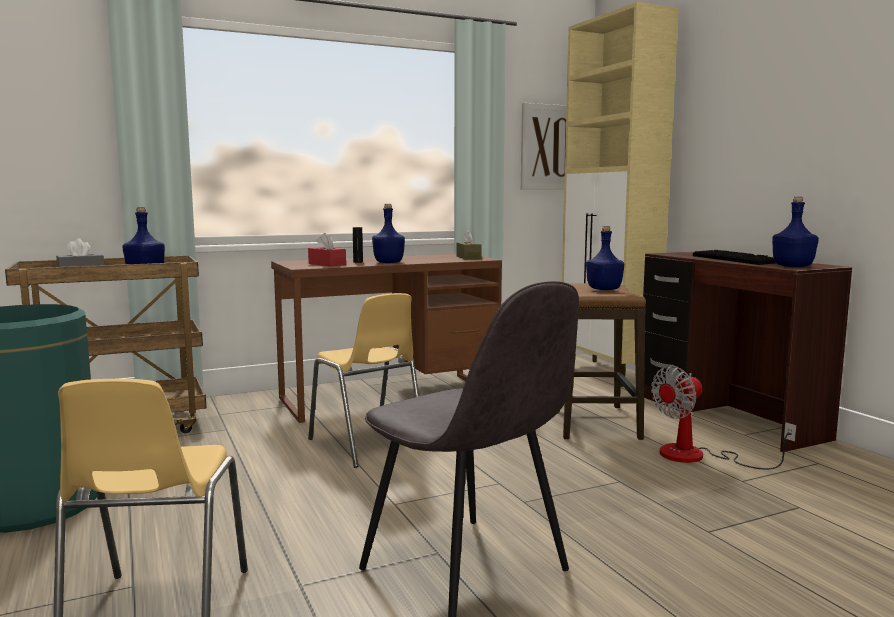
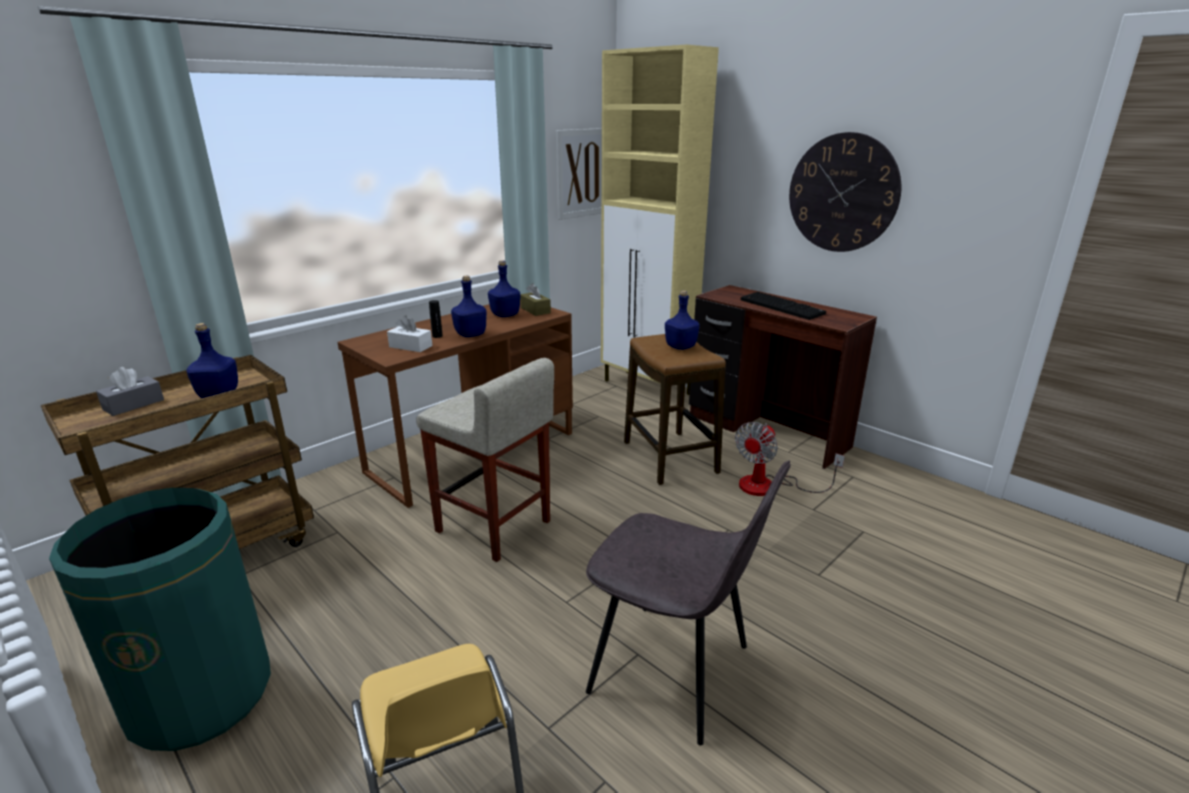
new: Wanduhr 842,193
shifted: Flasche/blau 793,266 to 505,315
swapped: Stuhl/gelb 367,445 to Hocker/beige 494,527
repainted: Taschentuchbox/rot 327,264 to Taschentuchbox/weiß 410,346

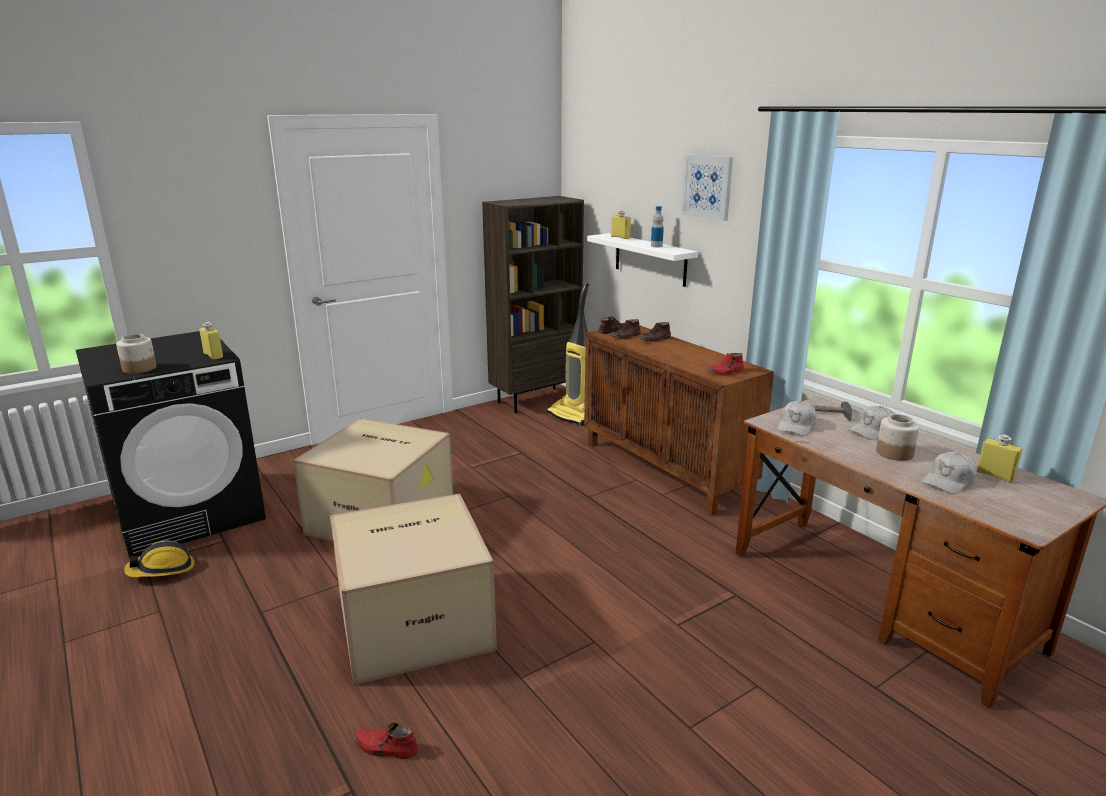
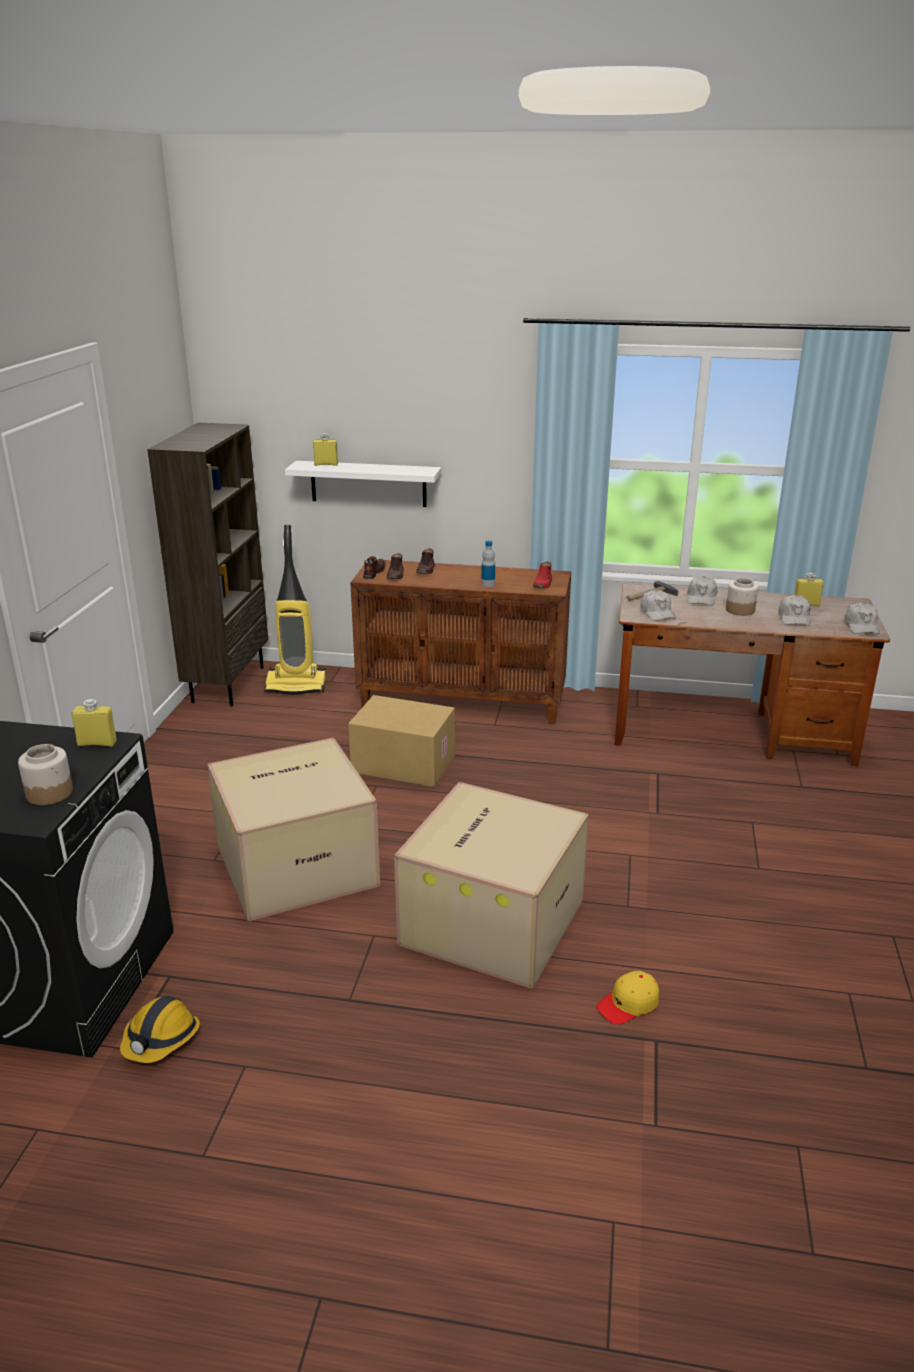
gone: Bild 707,186
new: Karton 402,764; Kappe/weiß 862,626
shifted: Flasche 656,246 to 488,584
swapped: Schuh/rot 385,748 to Kappe/gelb 628,1004

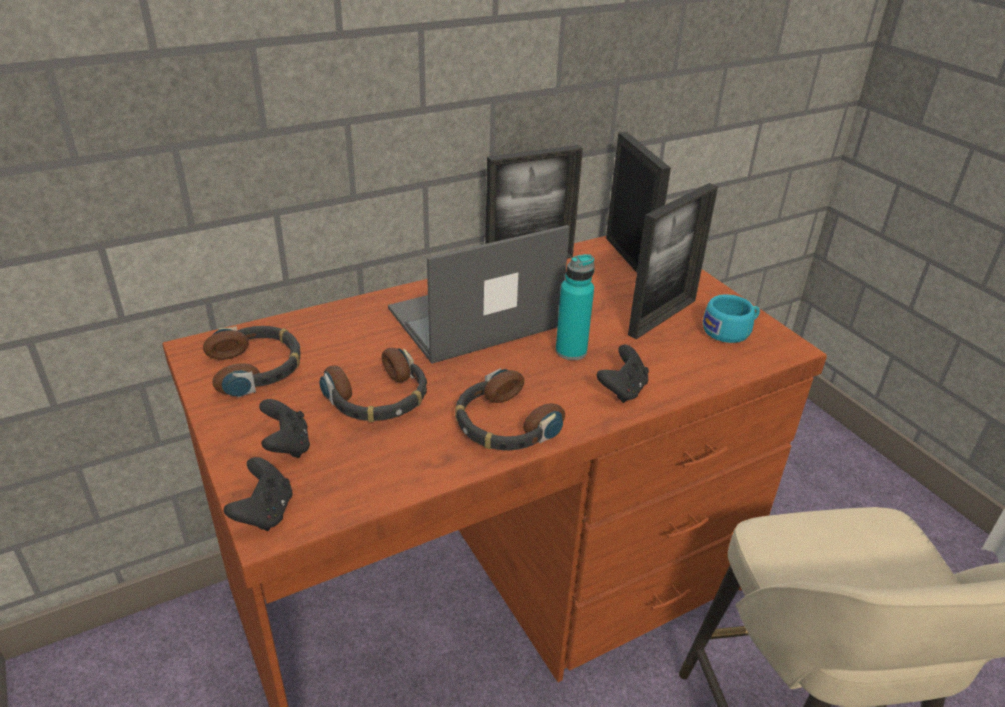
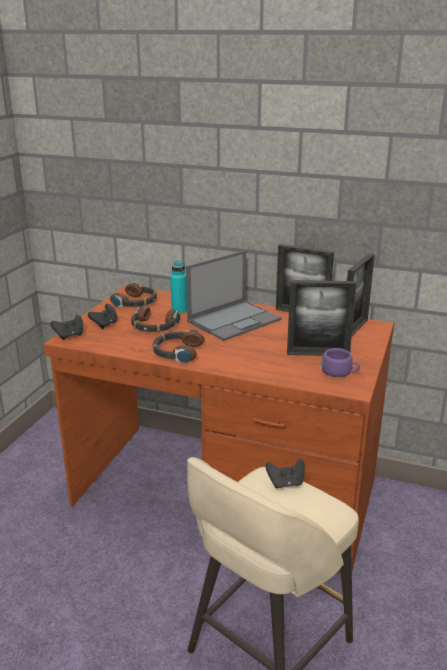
shifted: Flasche/türkis 571,351 to 179,311; Gamepad/schwarz 622,390 to 286,483
repainted: Tasse/türkis 730,330 to Tasse/lila 340,372
rotated: Laptop 472,319 = 235,320 120 degrees clockwise

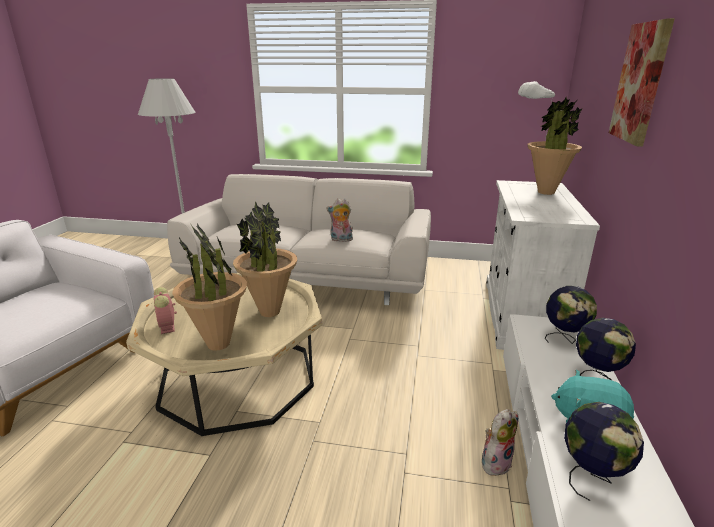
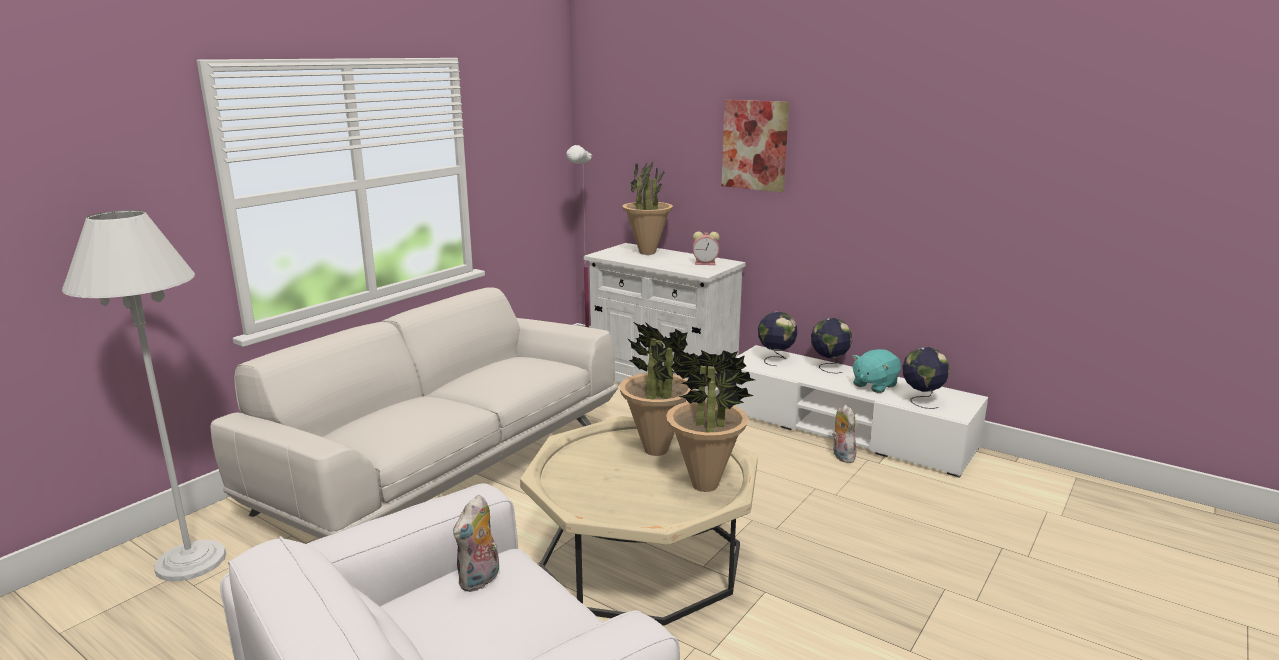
shifted: Wecker 167,327 to 706,263; Plüschtier 341,240 to 480,580

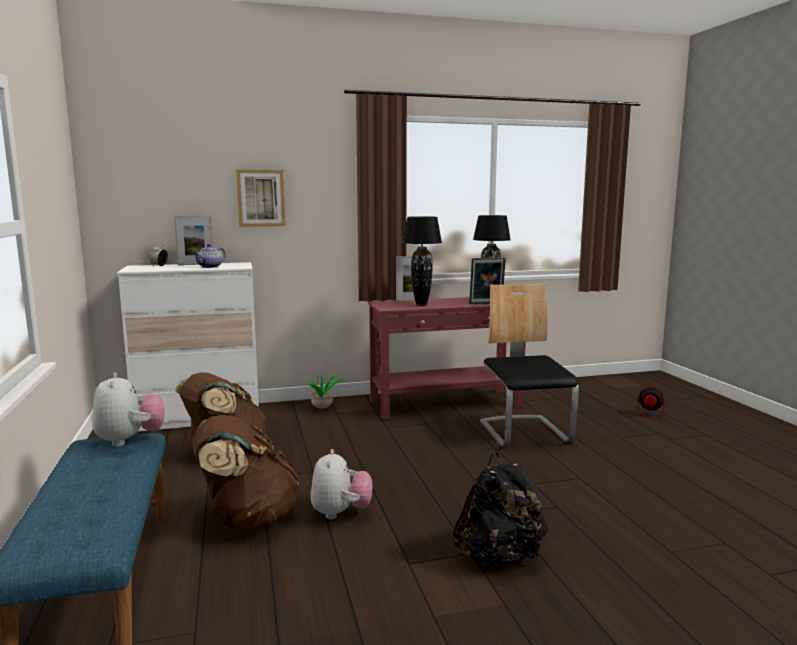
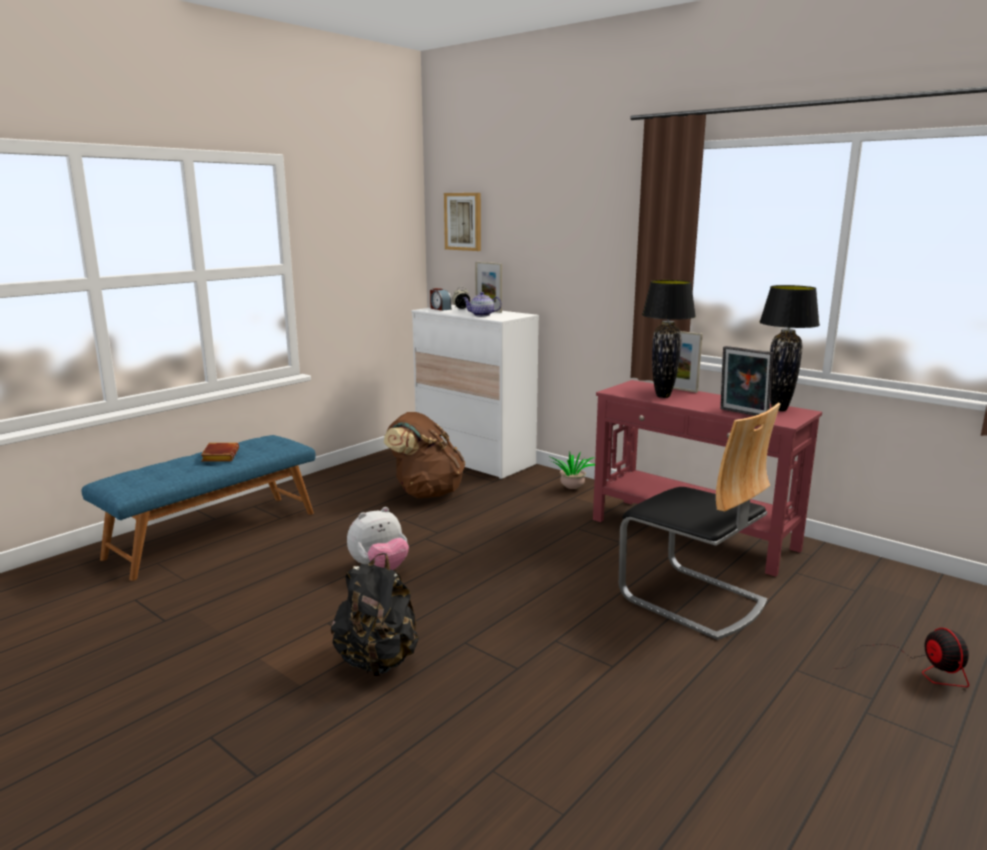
gone: Plüschtier 130,440; Rucksack/braun 247,519
new: Buch/braun 219,456; Wecker 440,309
shifted: Bild 261,198 to 463,221
rotated: Stuhl 525,432 = 692,599 90 degrees clockwise

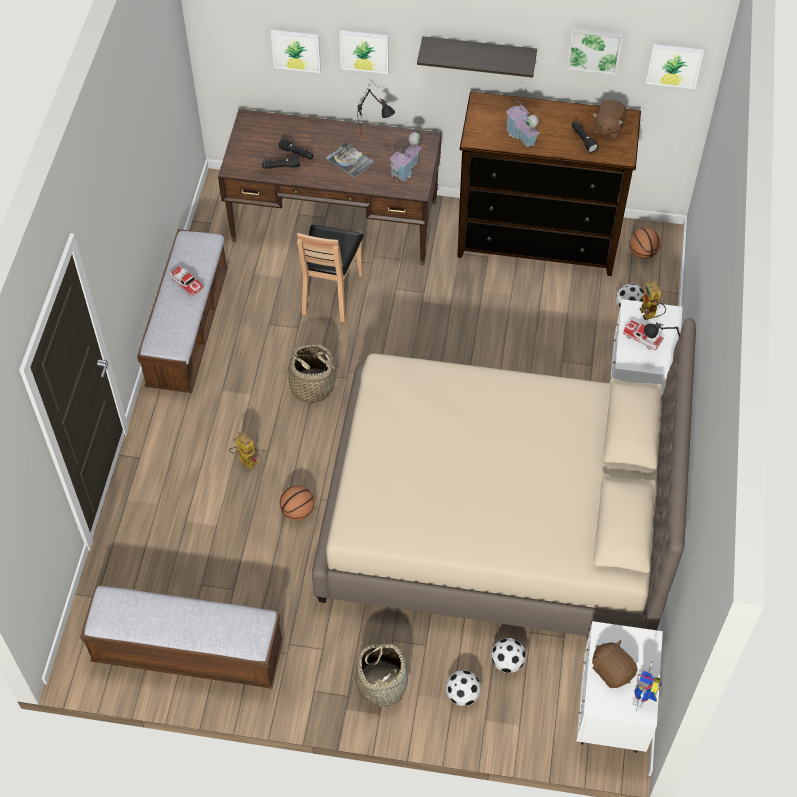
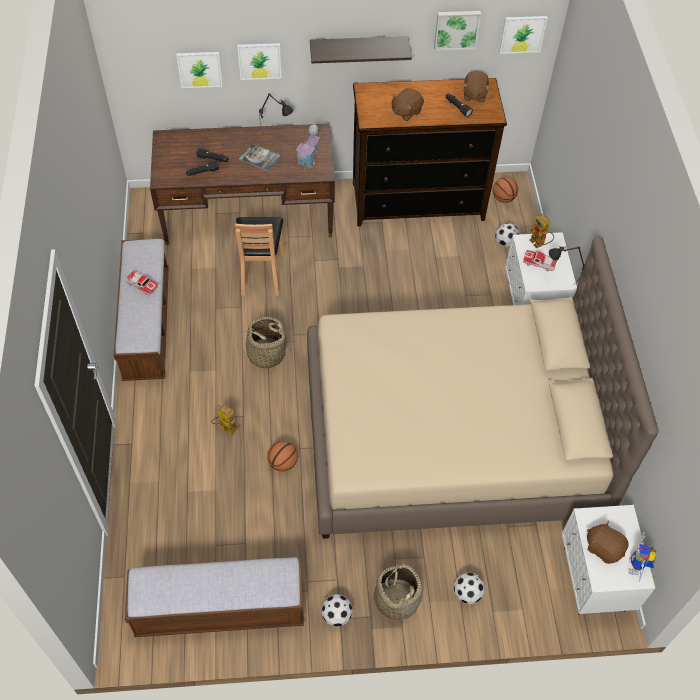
shifted: Fußball 507,662 to 336,615
swapped: Spielzeughaus 521,135 to Plüschtier/braun 406,112

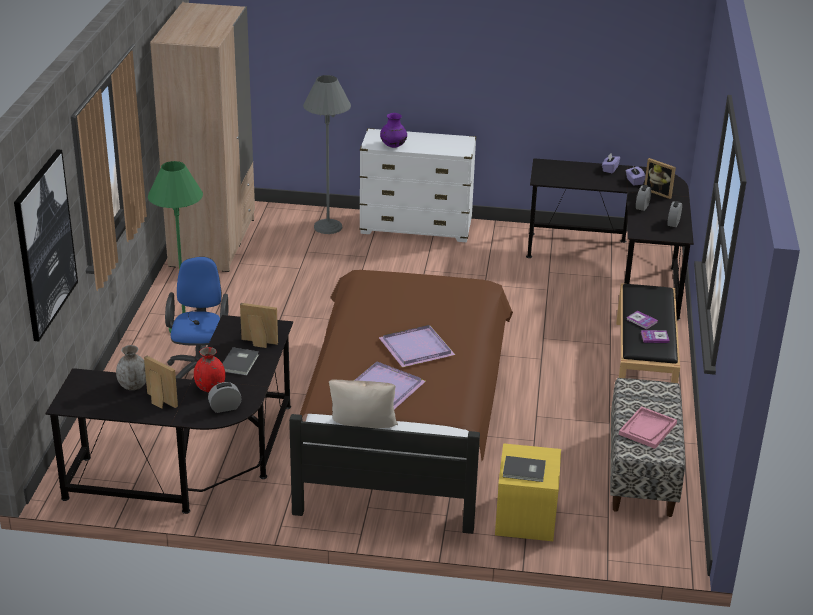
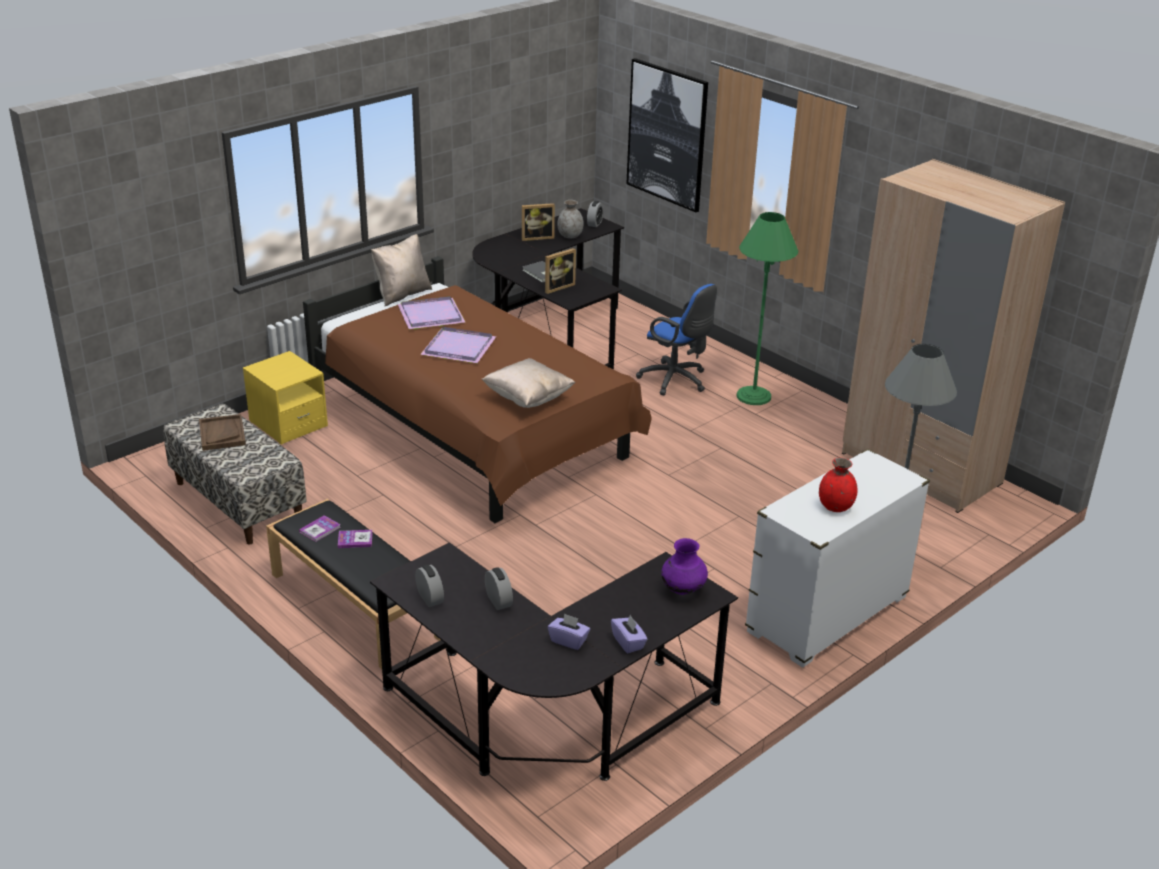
gone: Buch/grau 524,471; Bilderrahmen 659,192
new: Kissen/beige 528,399
shifted: Vase/rot 210,388 to 835,507; Wecker 225,408 to 595,223; Vase/lila 393,146 to 683,589
repainted: Tablett/rosa 647,429 to Tablett/braun 222,434

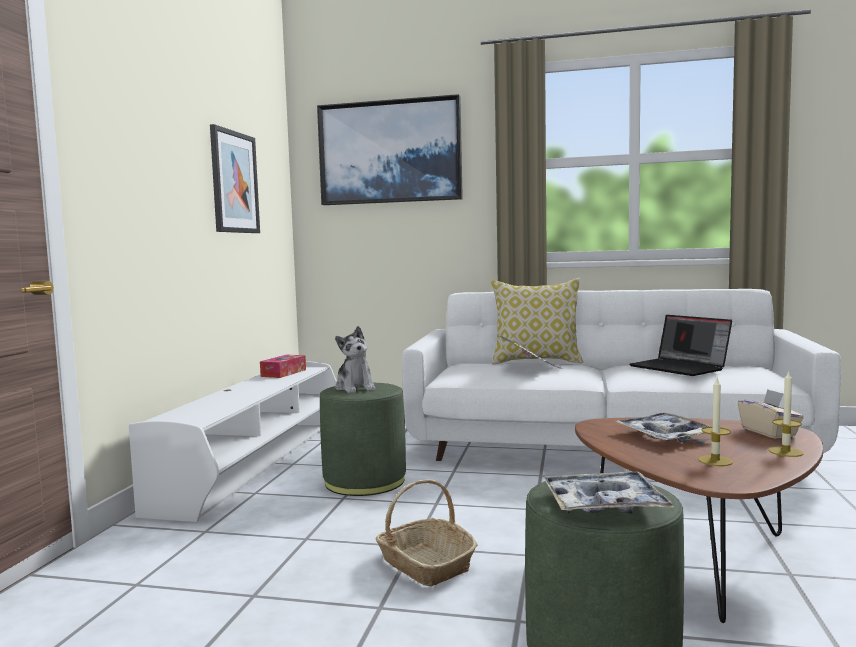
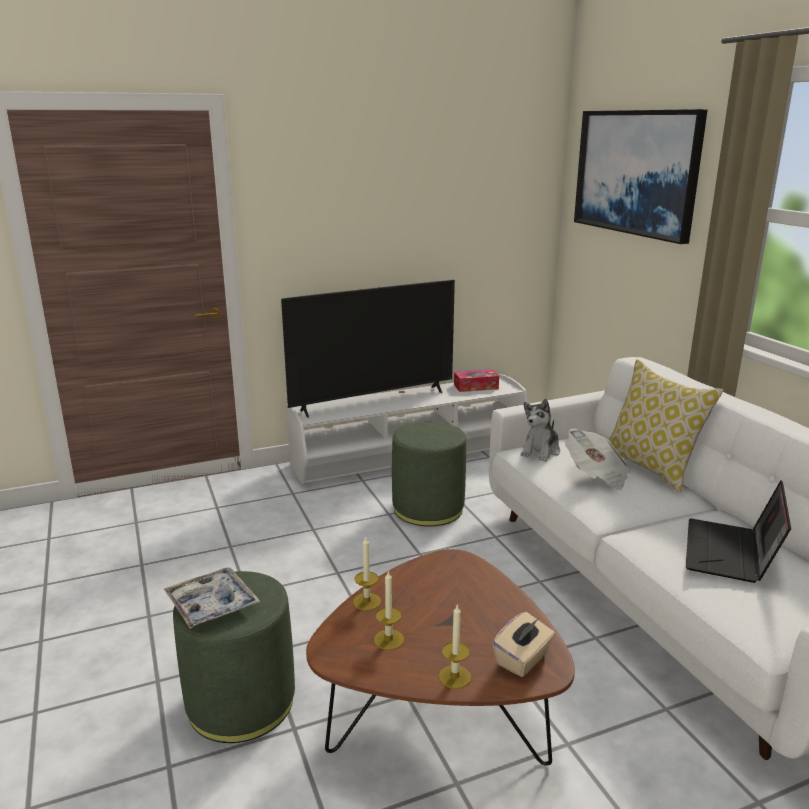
gone: Bild 234,182; Korb 425,564; Tablett 665,436
new: Fernseher 373,401; Kerze 367,601
shifted: Plüschtier 355,388 to 541,451

